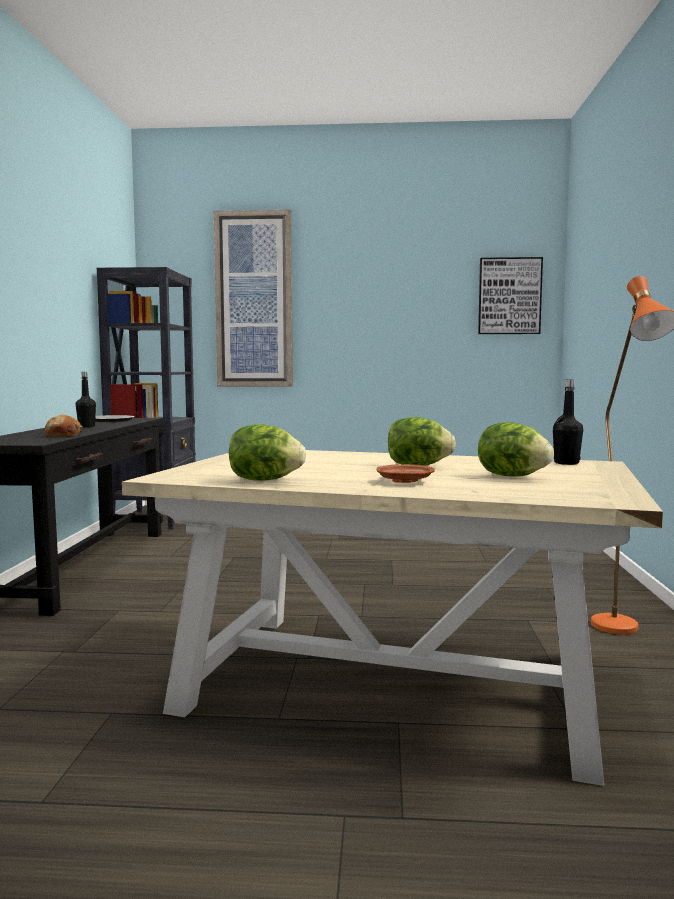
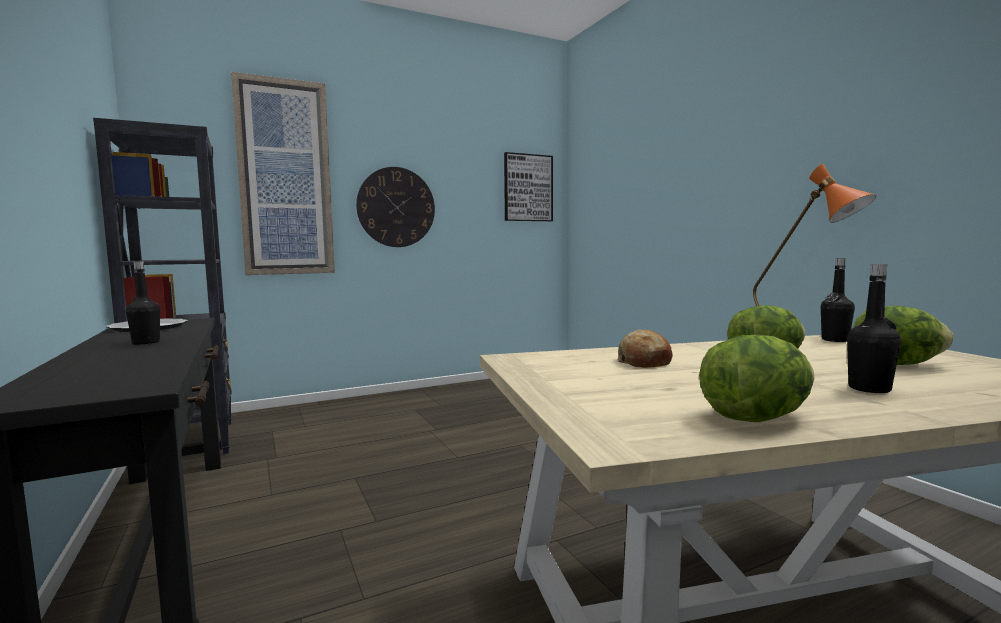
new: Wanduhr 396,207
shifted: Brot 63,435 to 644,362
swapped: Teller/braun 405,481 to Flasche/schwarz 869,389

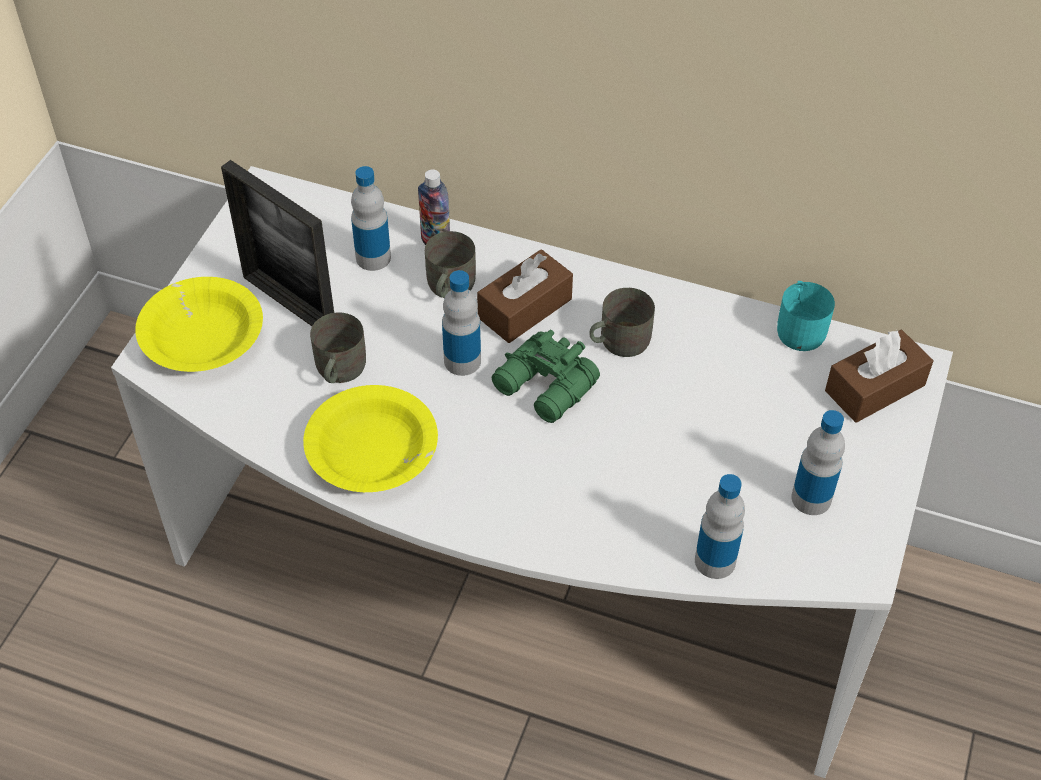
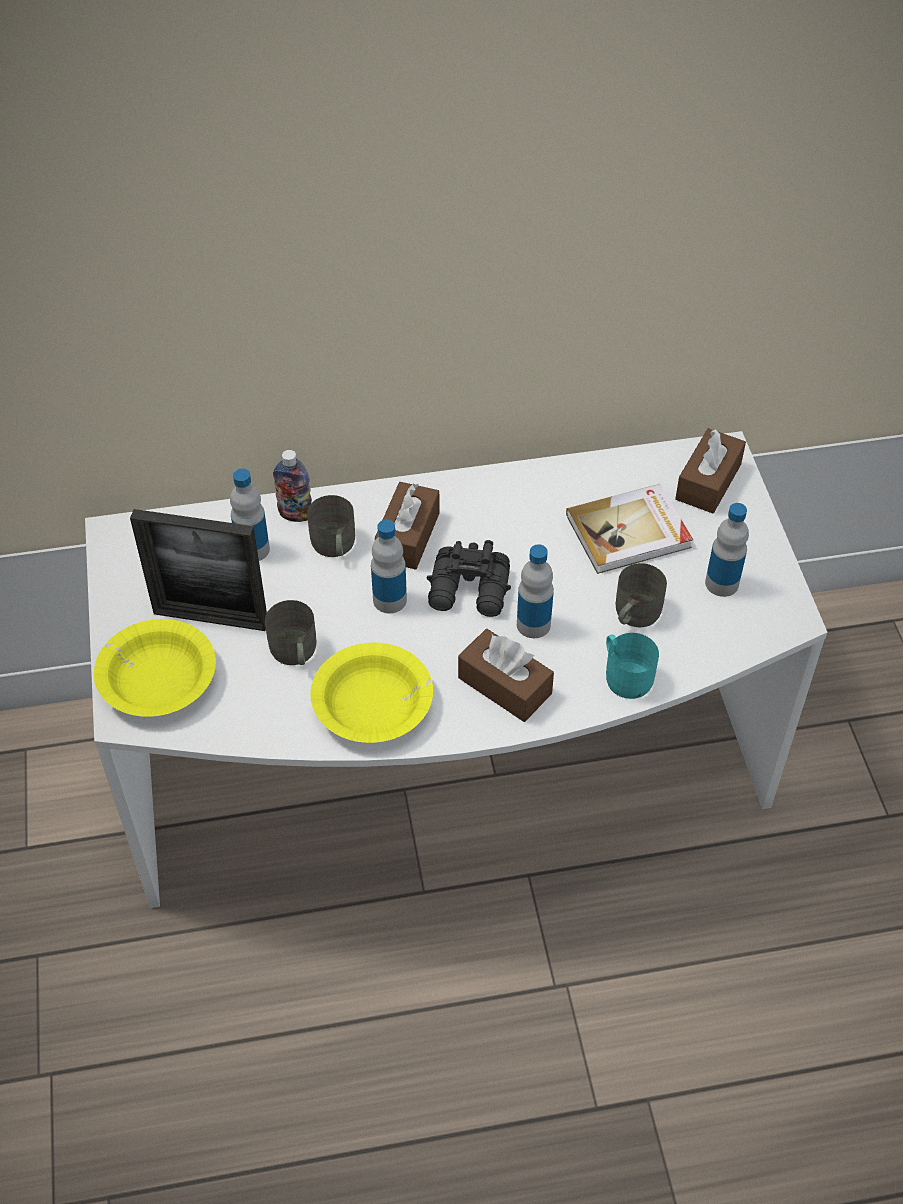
new: Taschentuchbox/braun 504,685; Buch 629,532
shifted: Henkelbecher/grau 618,341 to 633,614; Flasche 715,561 to 533,624; Henkelbecher/türkis 800,327 to 625,675
repainted: Fernglas/grün 545,388 to Fernglas/schwarz 470,592

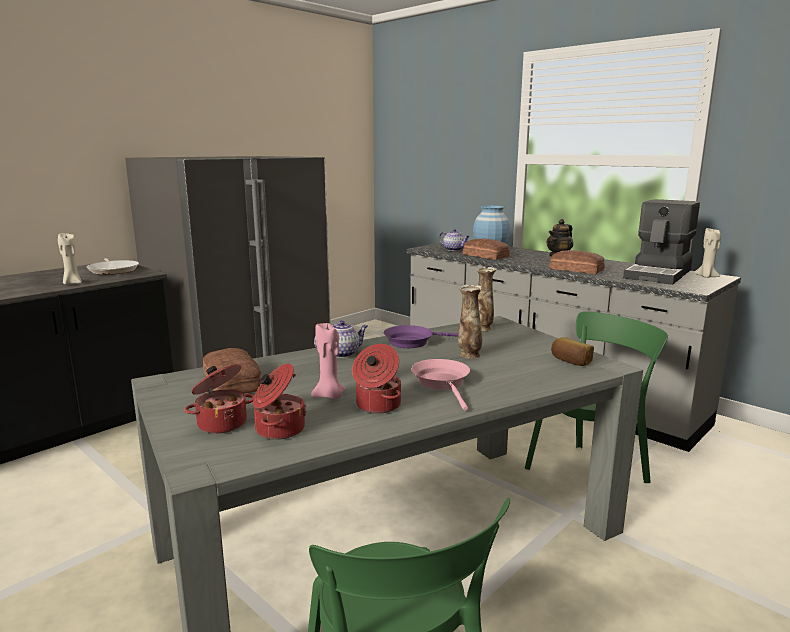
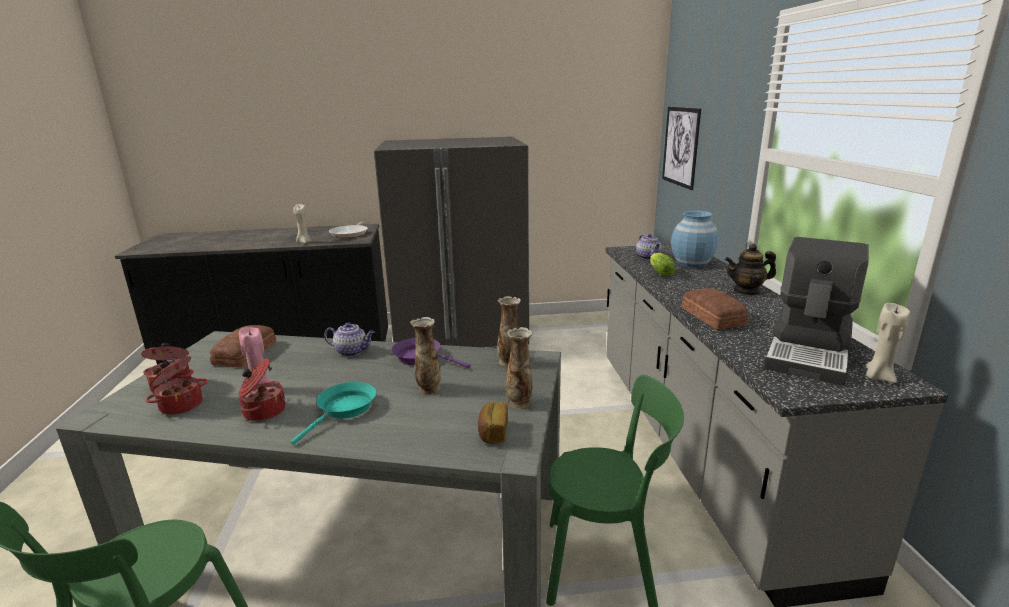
new: Vase 519,402; Bild 680,146
swapped: Brot 485,256 to Salatkopf 659,273
repainted: Pfanne/rosa 442,383 to Pfanne/türkis 344,410
rotated: Kaffeemaschine 659,274 = 810,353 45 degrees counterclockwise

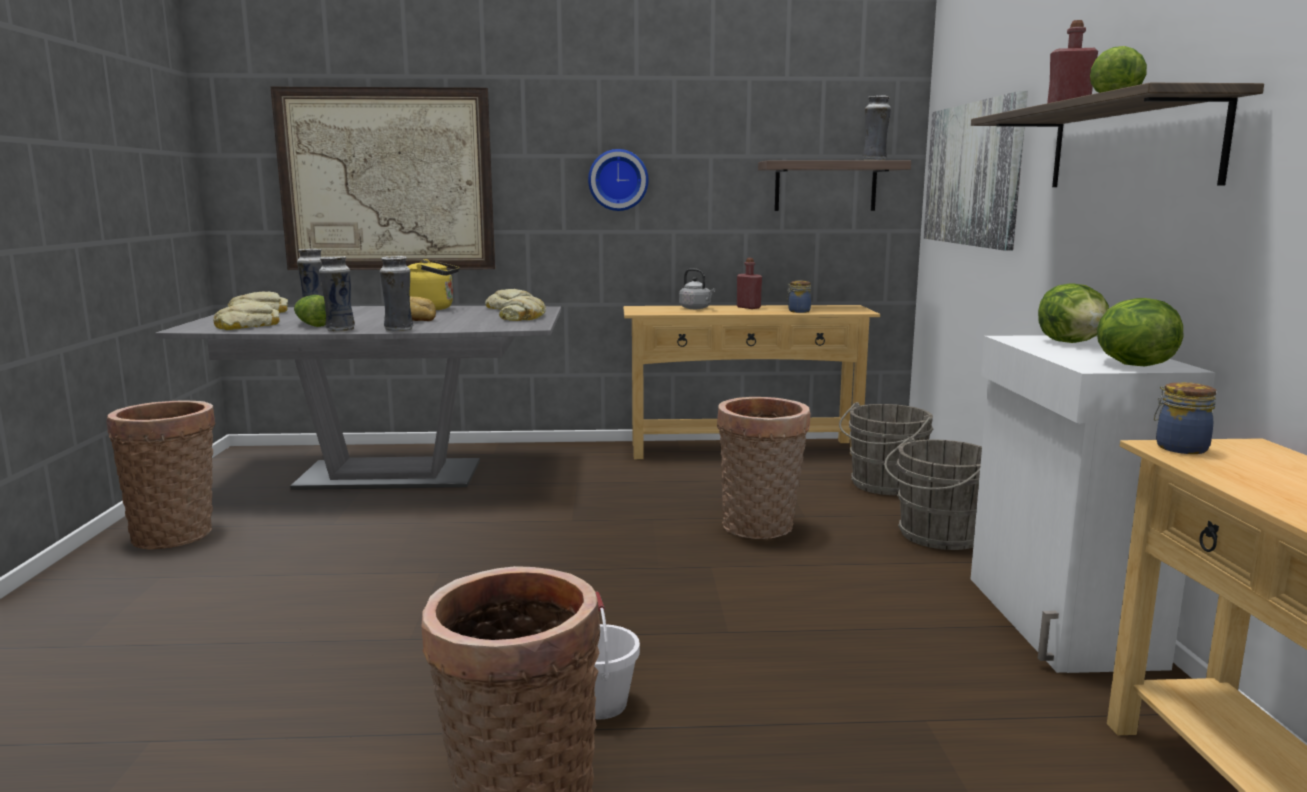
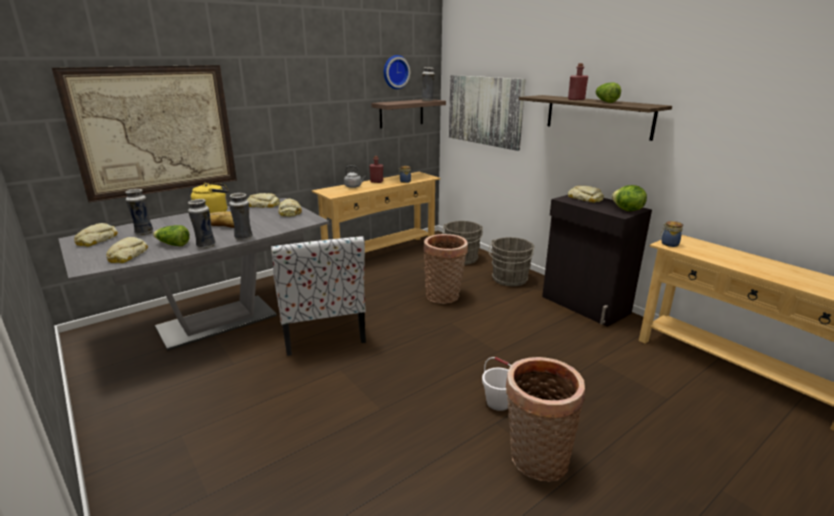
gone: Korb 176,533
new: Stuhl 321,327
shifted: Wanduhr 618,180 to 395,72
swapped: Salatkopf 1072,342 to Brot 585,198
repainted: Schrank/weiß 1057,620 to Schrank/schwarz 585,305

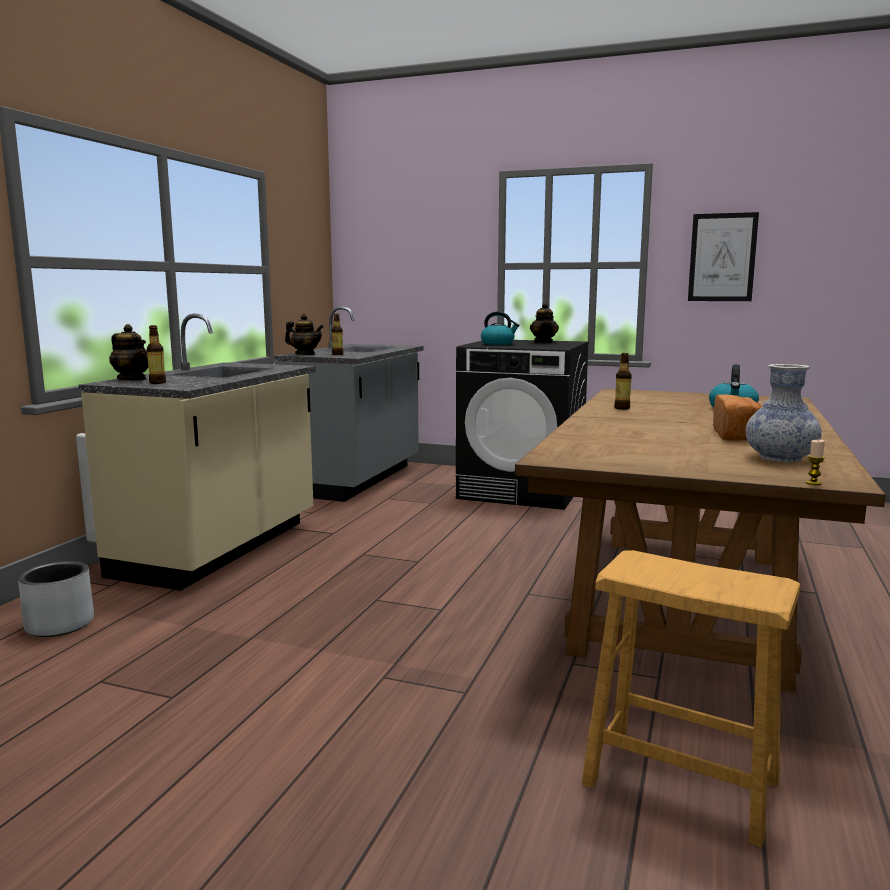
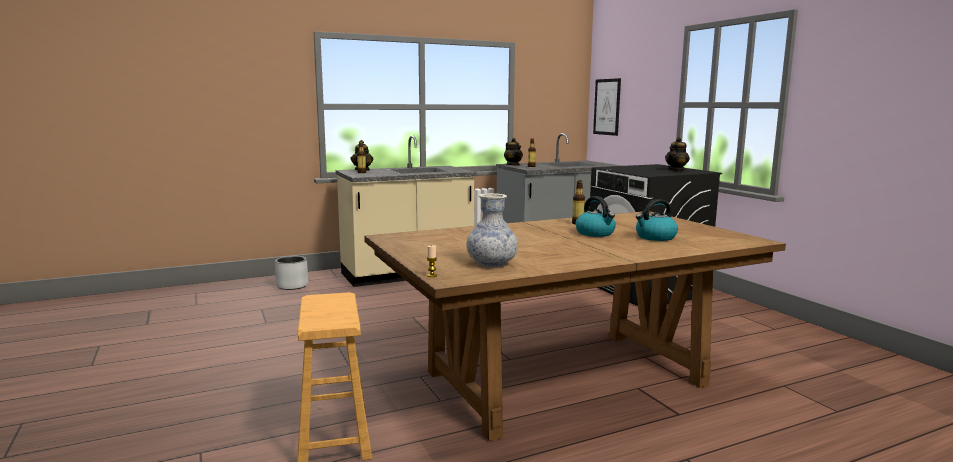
gone: Brot 738,435
shifted: Wasserkessel 498,344 to 595,233; Bild 722,257 to 607,107

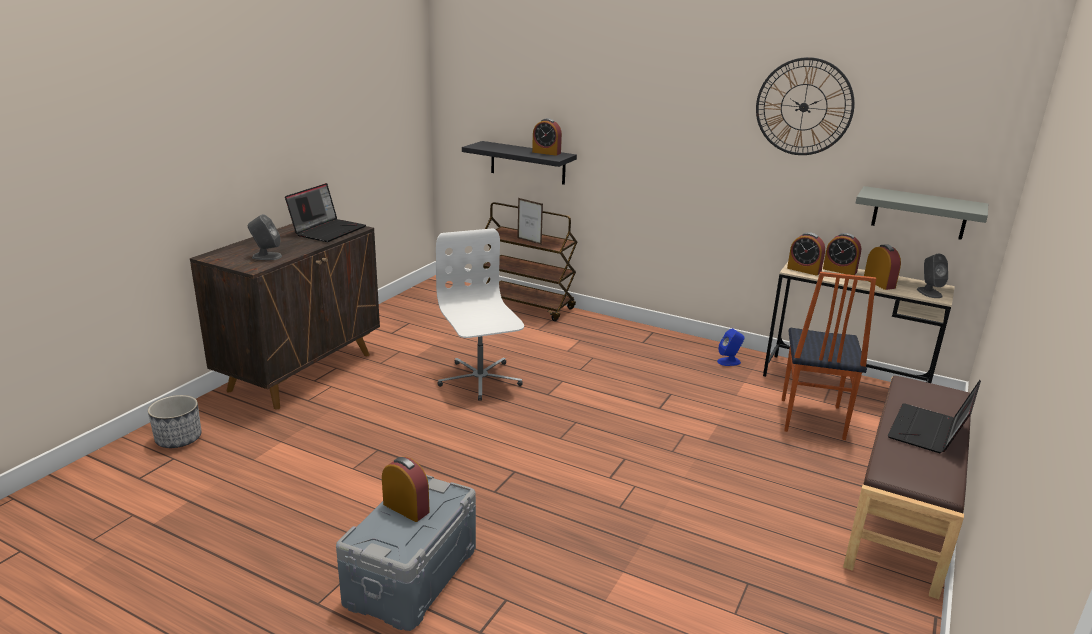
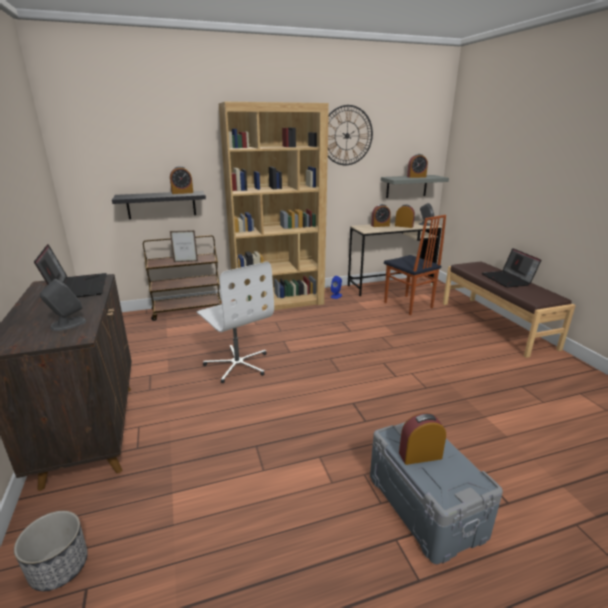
new: Bücherregal/braun 278,302
shifted: Wecker 804,270 to 416,177
rotated: Bürostuhl/weiß 479,379 = 237,364 150 degrees counterclockwise

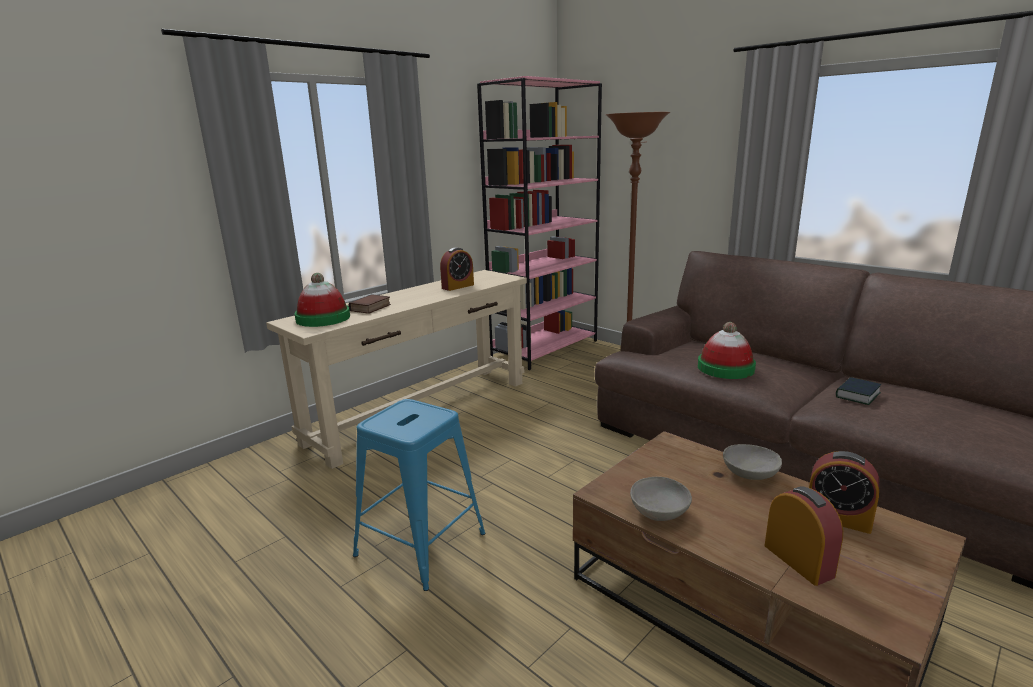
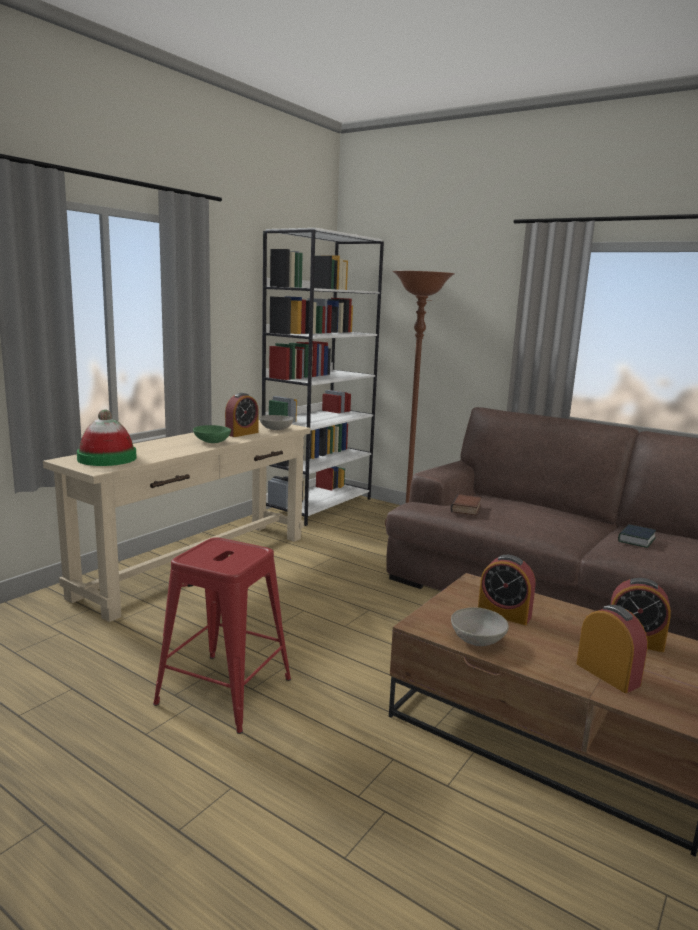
gone: Hut 725,368
new: Schüssel/grün 212,442; Wecker 504,614
shifted: Buch 371,308 to 467,509; Schüssel/grau 749,474 to 276,429
repainted: Hocker/blau 420,544 to Hocker/rot 224,691; Bücherregal/rosa 545,348 to Bücherregal/weiß 318,505

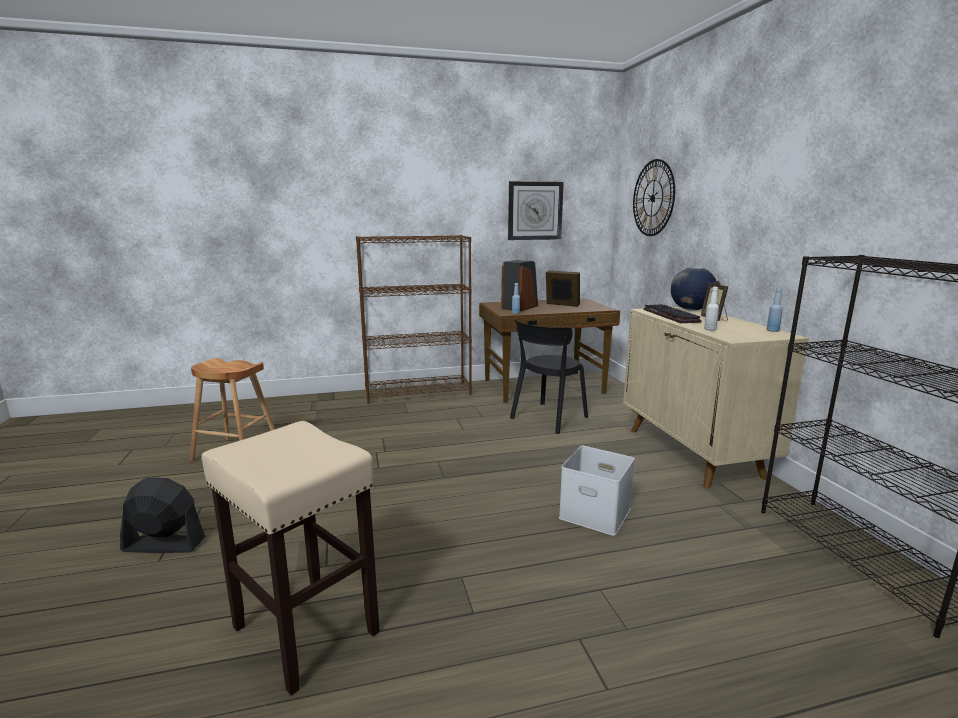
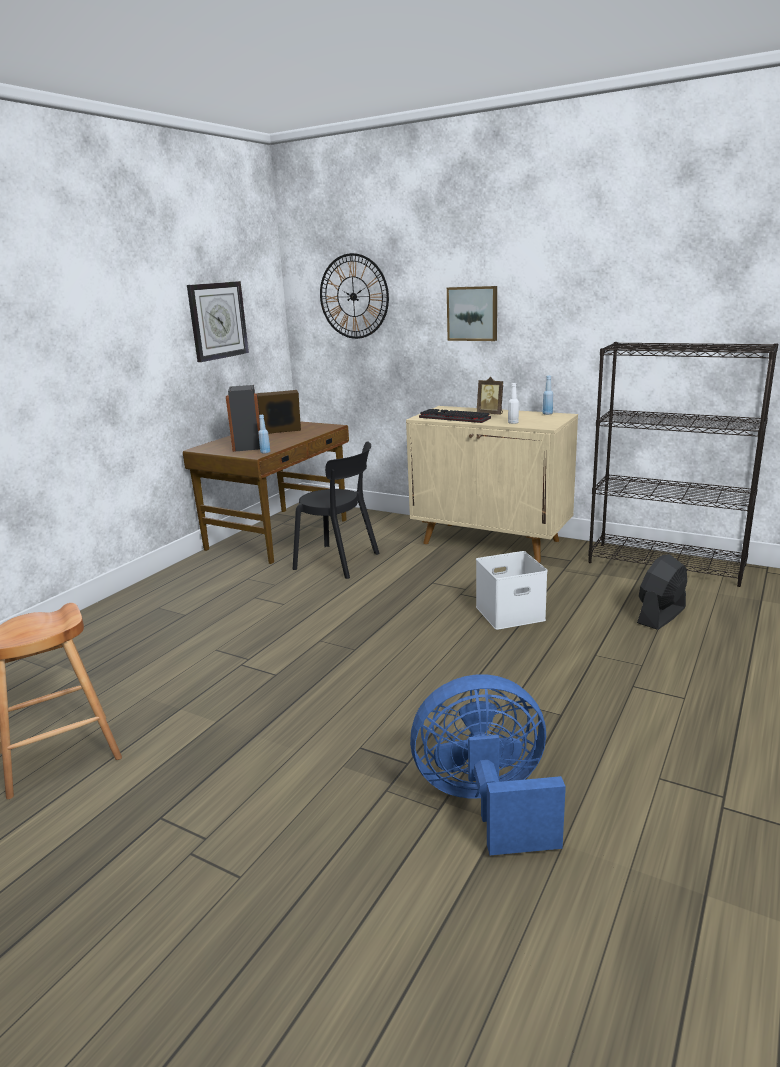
gone: Bücherregal/braun 418,392; Globus 690,310
new: Bild 473,313
shifted: Ventilator/schwarz 163,544 to 661,615
swapped: Hocker/beige 304,629 to Ventilator/blau 486,804
rotated: Stuhl/schwarz 547,418 = 340,562 60 degrees counterclockwise

